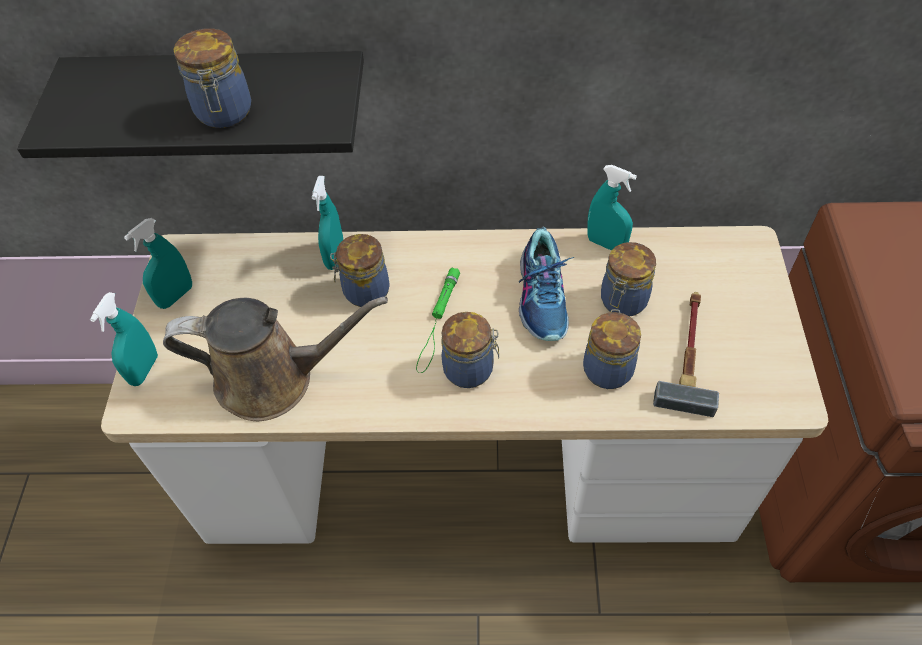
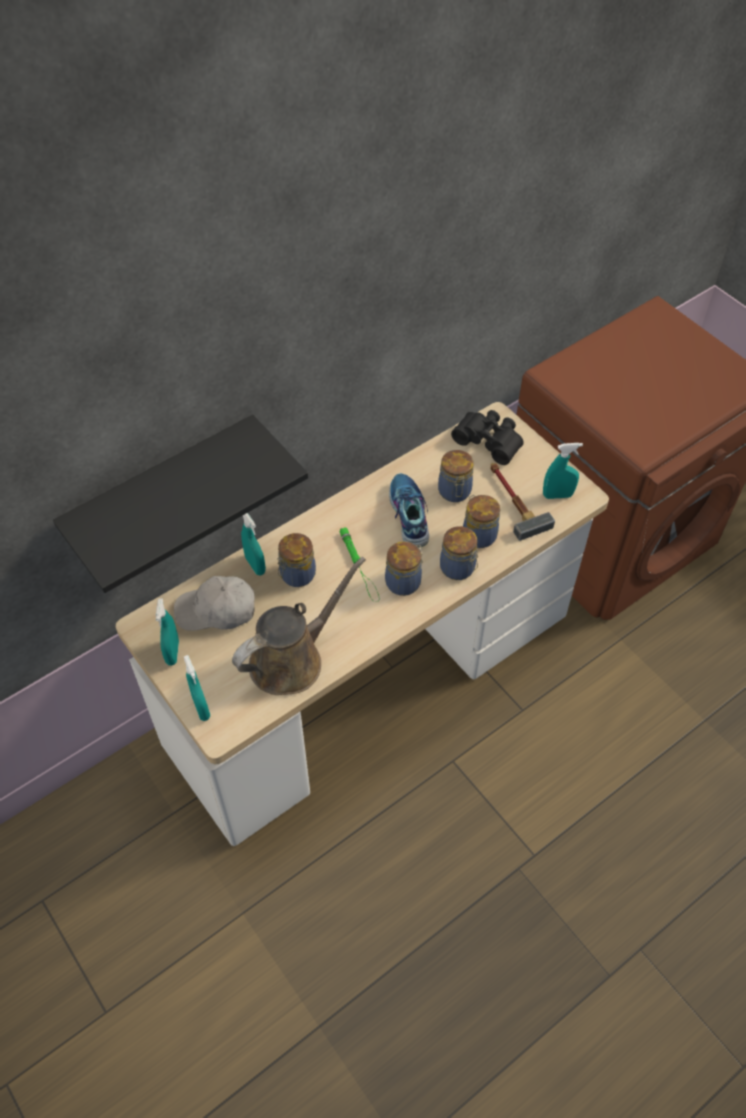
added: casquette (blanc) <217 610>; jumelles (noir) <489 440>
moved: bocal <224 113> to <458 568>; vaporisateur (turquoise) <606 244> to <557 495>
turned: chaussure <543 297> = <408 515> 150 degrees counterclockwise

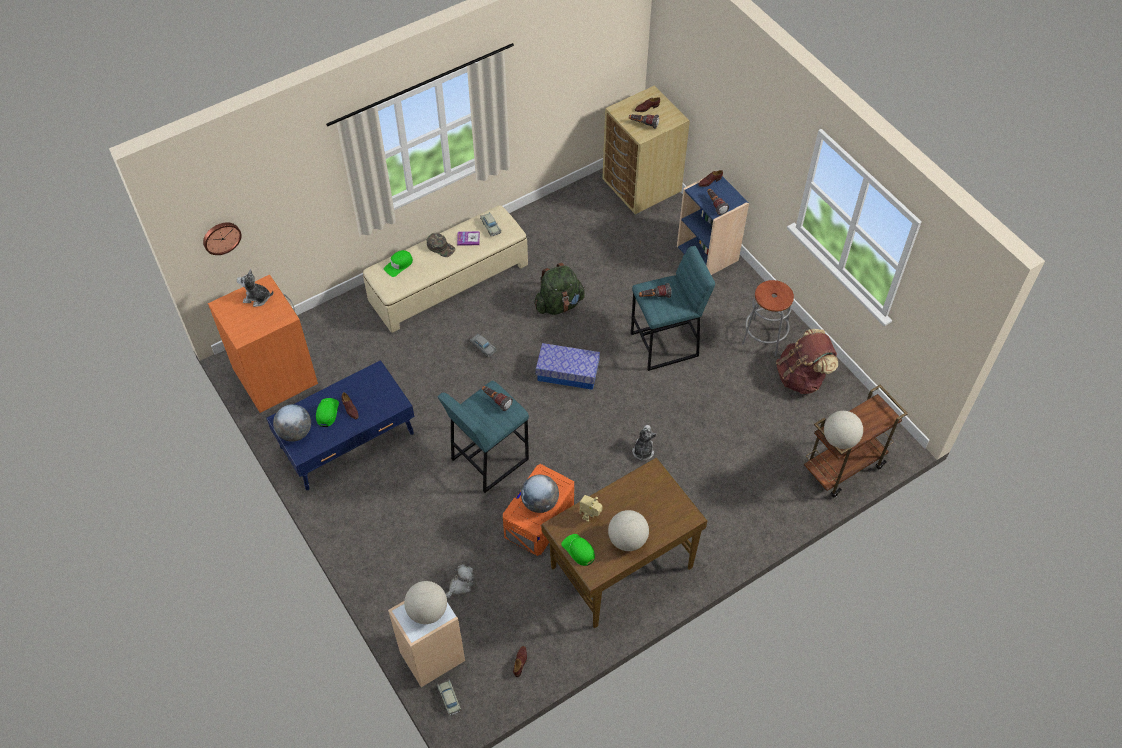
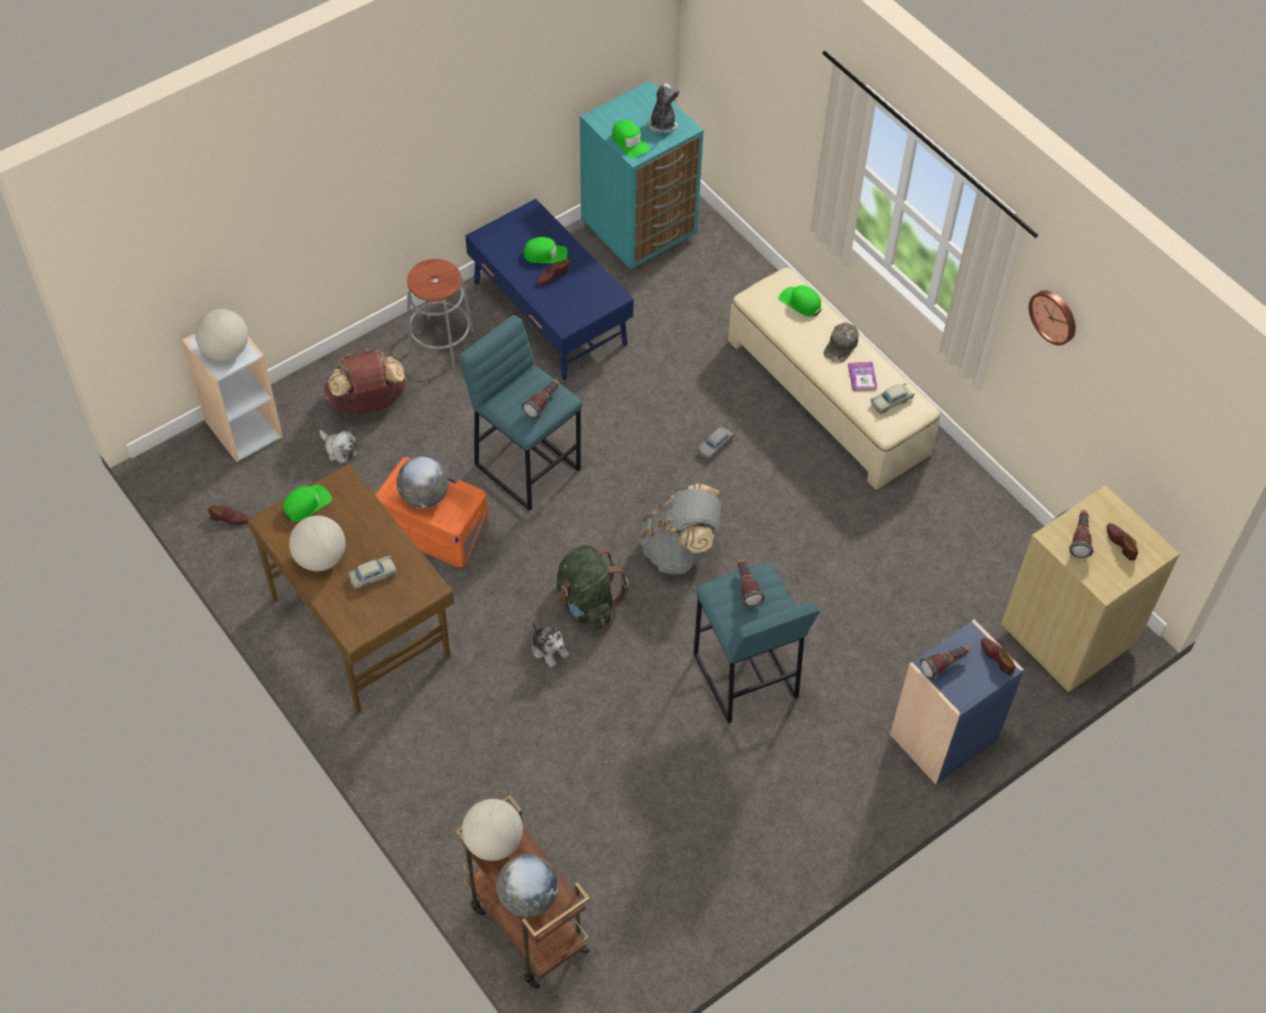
removed: robot jouet <590 516>
added: casquette (vert) <629 142>
moved: horloge murale <221 237> to <1054 316>; globe <295 432> to <528 897>; petite voiture (beige) <449 699> to <373 575>; sac à dos (vert) <559 304> to <587 604>; tabouret (gris) <764 336> to <441 341>; sac à dos (marron) <801 377> to <368 403>
replaced: boîte de rangement <567 372> to sac à dos (gris) <680 550>
recoloured: commode (orange) <277 379> to commode (turquoise) <639 232>
turned: peluche <643 451> = <549 649> 45 degrees clockwise

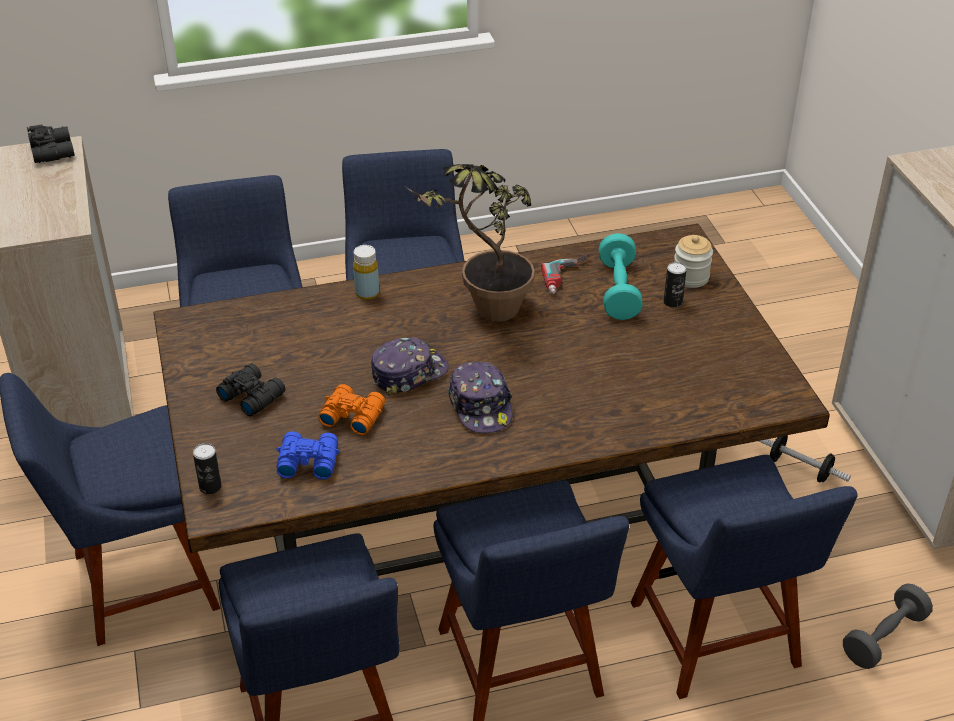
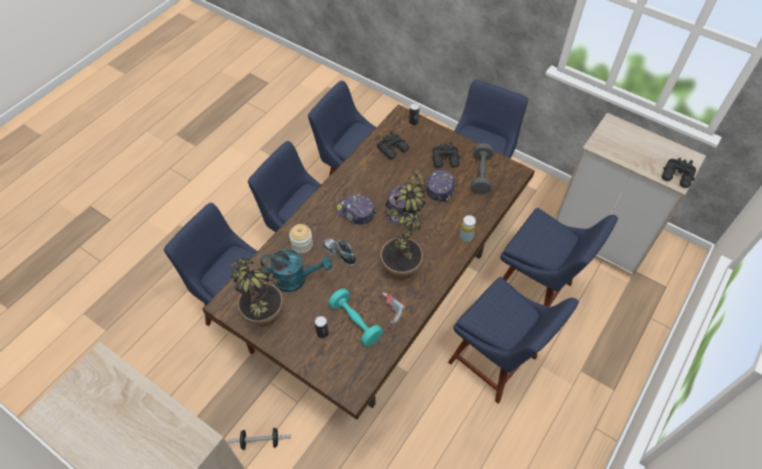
removed: jumelles (orange) <352 415>
added: plante en pot <266 323>; arrosoir (turquoise) <296 279>; chaussure <339 254>; casquette <440 187>
moved: bocal <690 277> to <302 245>; haltère (gris) <884 637> to <481 175>
recoloured: jumelles (bleu) <307 461> to jumelles (noir) <393 149>

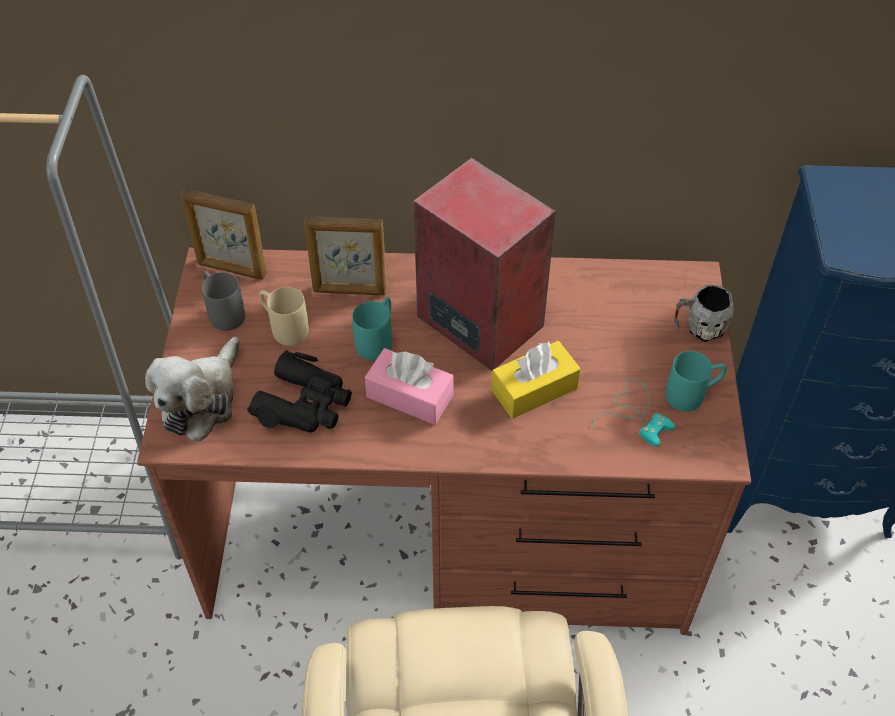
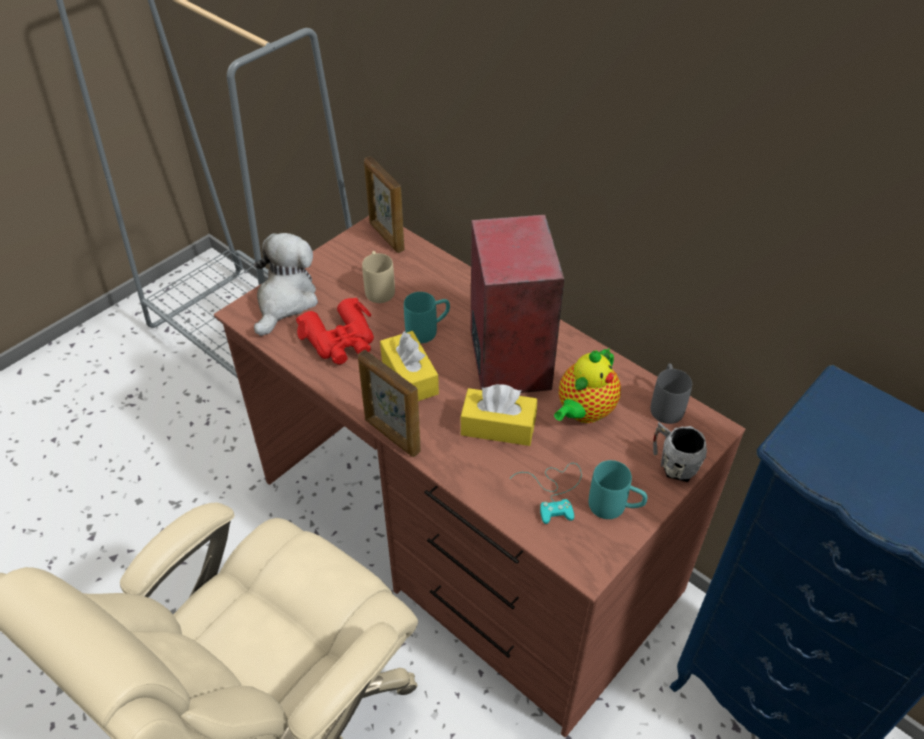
added: théière <584 412>
moved: mug (gris) <223 312> to <666 405>; cadre photo <349 291> to <391 436>
recoloured: jumelles (noir) <304 403> to jumelles (rouge) <340 340>; boîte à mouchoirs (rose) <410 396> to boîte à mouchoirs (jaune) <409 377>
turned: peluche <202 400> = <285 301> 135 degrees clockwise

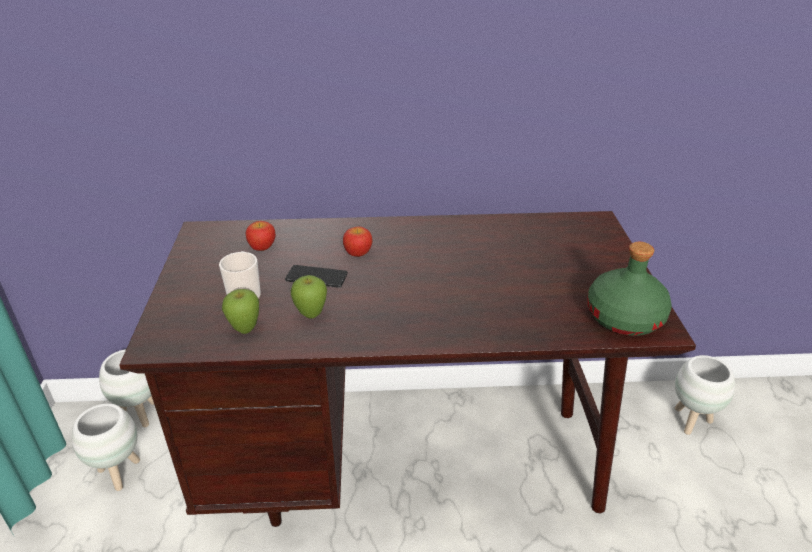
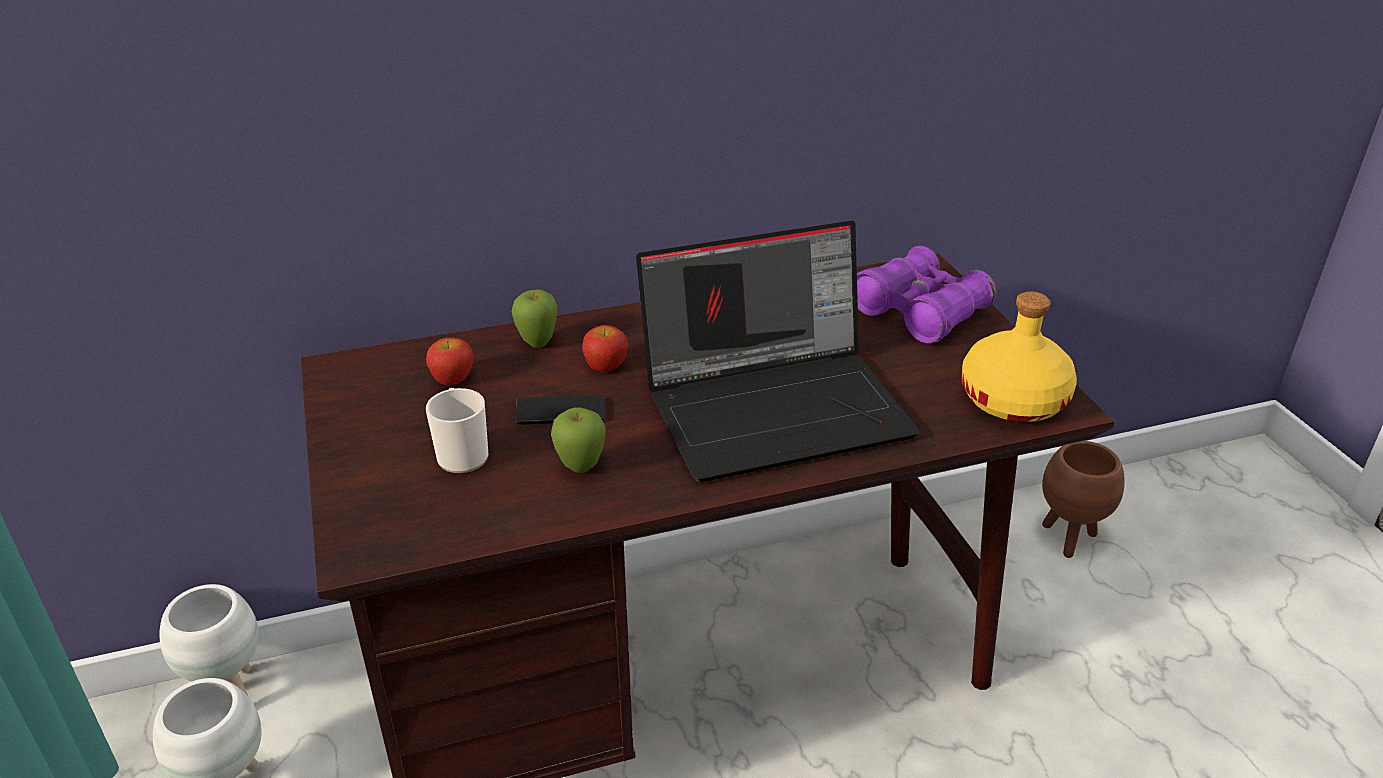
added: ordinateur portable <777 406>; jumelles (violet) <920 312>
moved: pomme <245 330> to <537 344>
recoloured: bouteille (vert) <625 318> to bouteille (jaune) <1014 399>; cache-pot (blanc) <691 422> to cache-pot (marron) <1069 539>

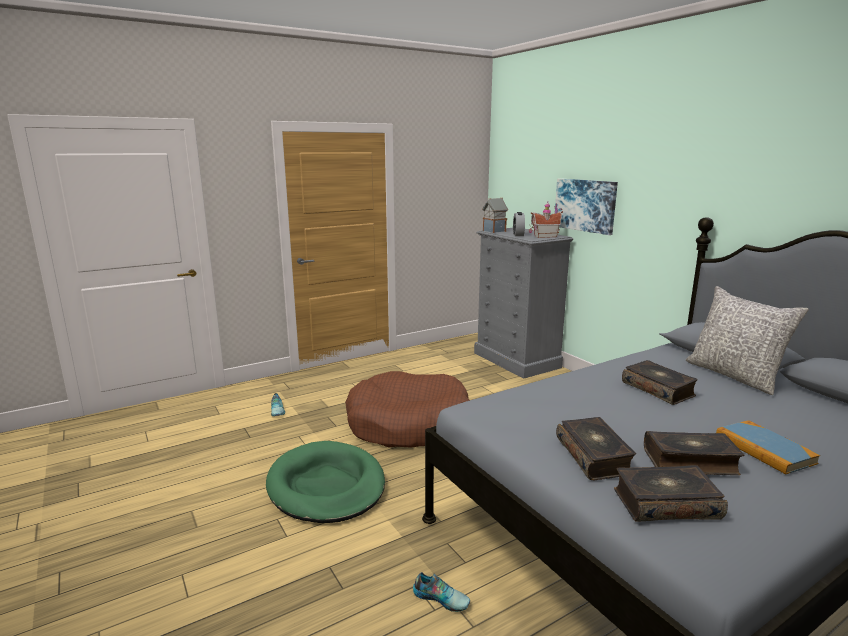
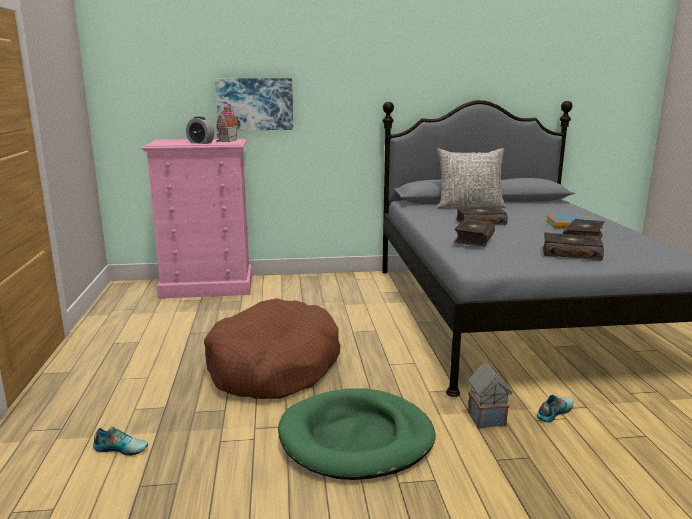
moved: maison miniature <494 231> to <487 420>; livre <665 503> to <473 239>
recoloured: commode (gris) <517 360> to commode (rose) <208 286>

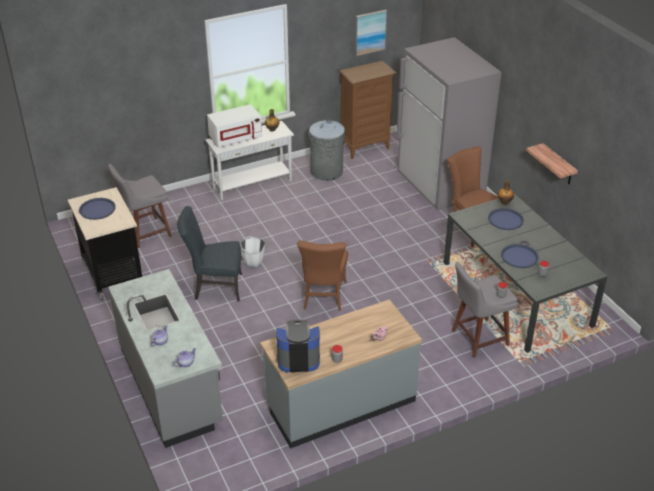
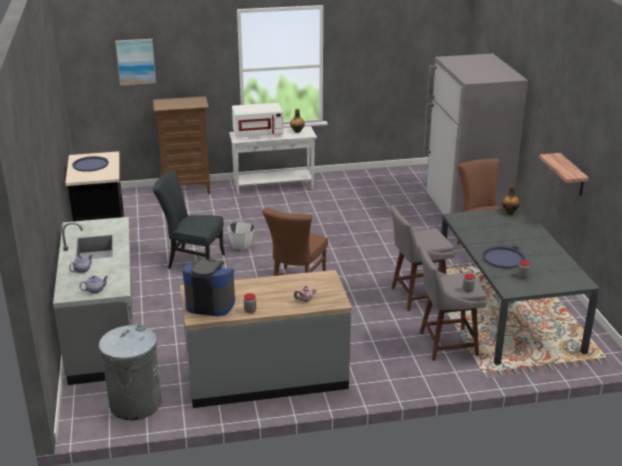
removed: plateau (bleu) <505 220>
moved: tabouret (gris) <144 233> to <416 295>; poubelle (gris) <326 171> to <135 404>; commode (marron) <366 148> to <187 190>; tableau <370 32> to <136 61>

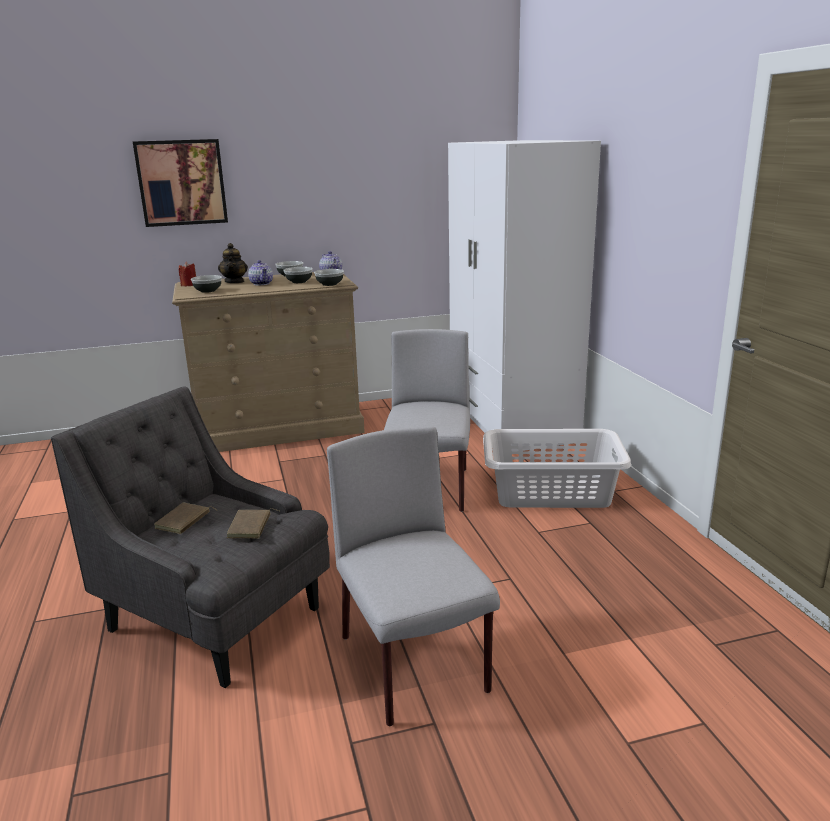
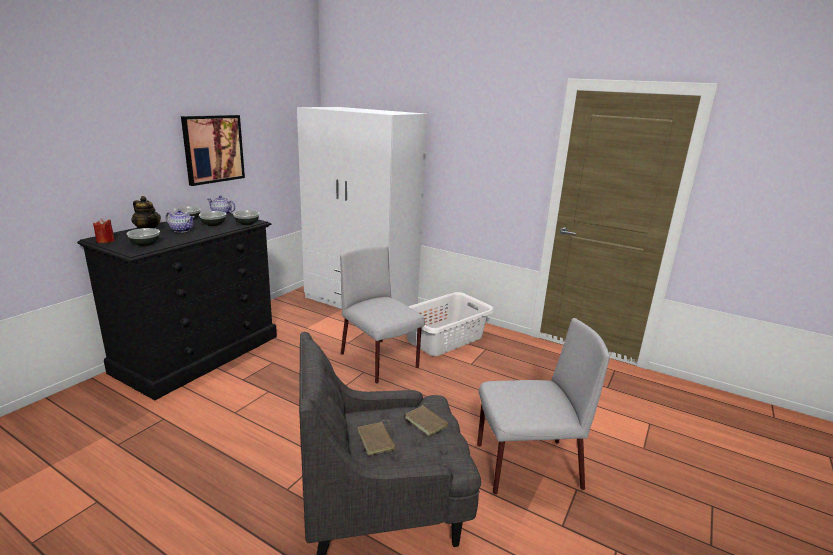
moved: tableau <182 183> to <213 149>
recoloured: commode (beige) <279 428> to commode (noir) <199 353>
turned: chaise (gris) <414 665> = <526 466> 150 degrees clockwise

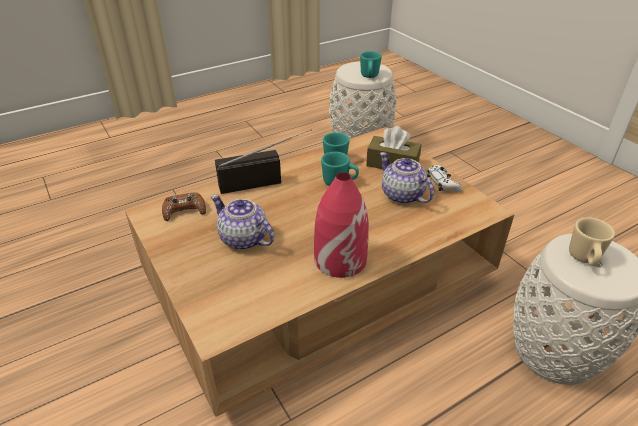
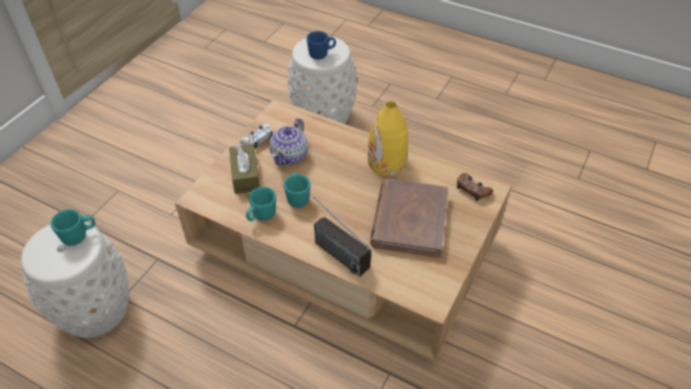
moved: manette (marron) <184 211> to <472 189>
replaced: théière <244 239> to livre (marron) <409 220>
recoloured: vase (rouge) <339 259> to vase (jaune) <386 162>; mug (beige) <584 259> to mug (bleu) <322 54>

